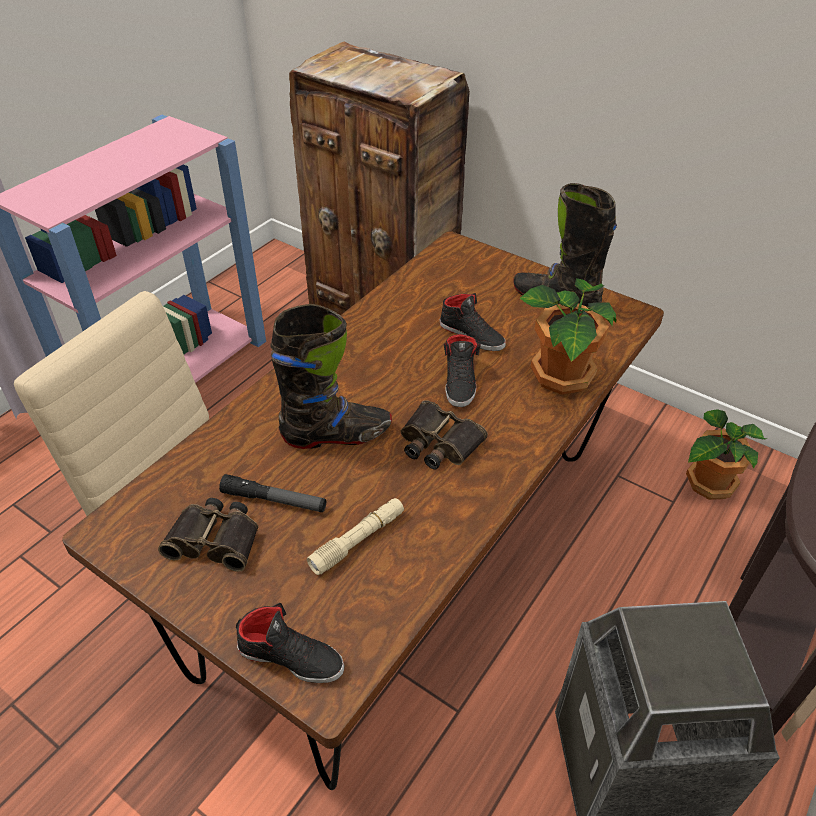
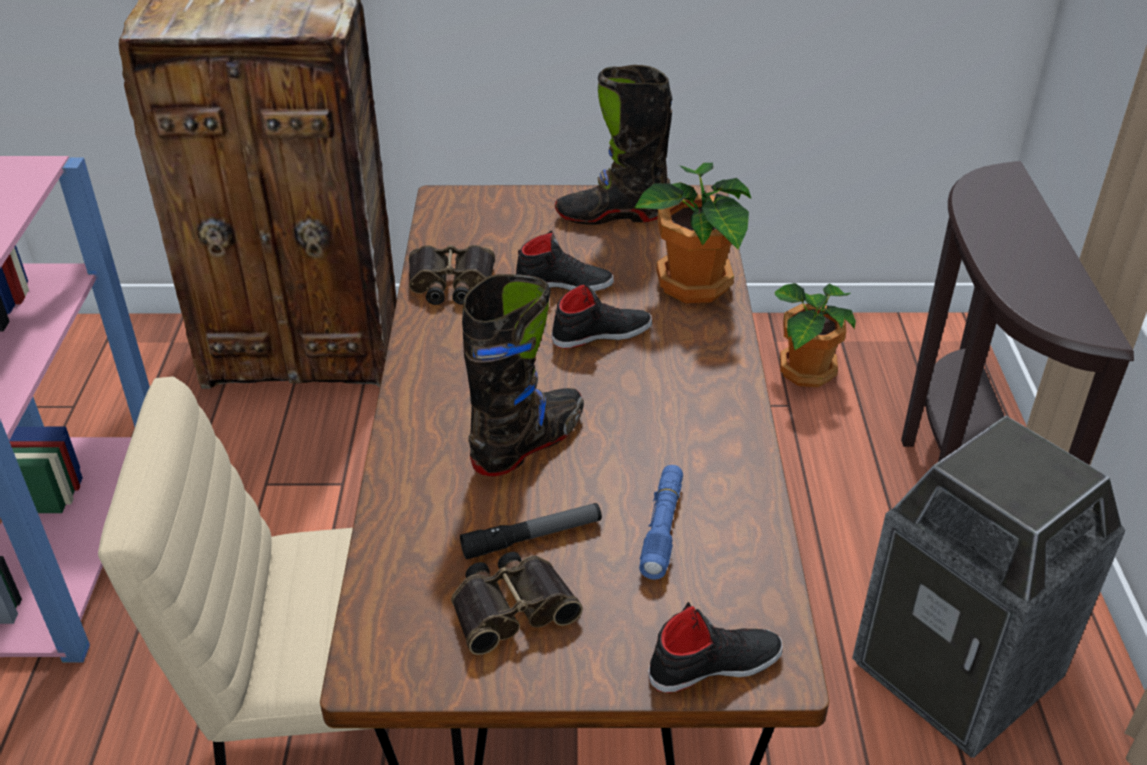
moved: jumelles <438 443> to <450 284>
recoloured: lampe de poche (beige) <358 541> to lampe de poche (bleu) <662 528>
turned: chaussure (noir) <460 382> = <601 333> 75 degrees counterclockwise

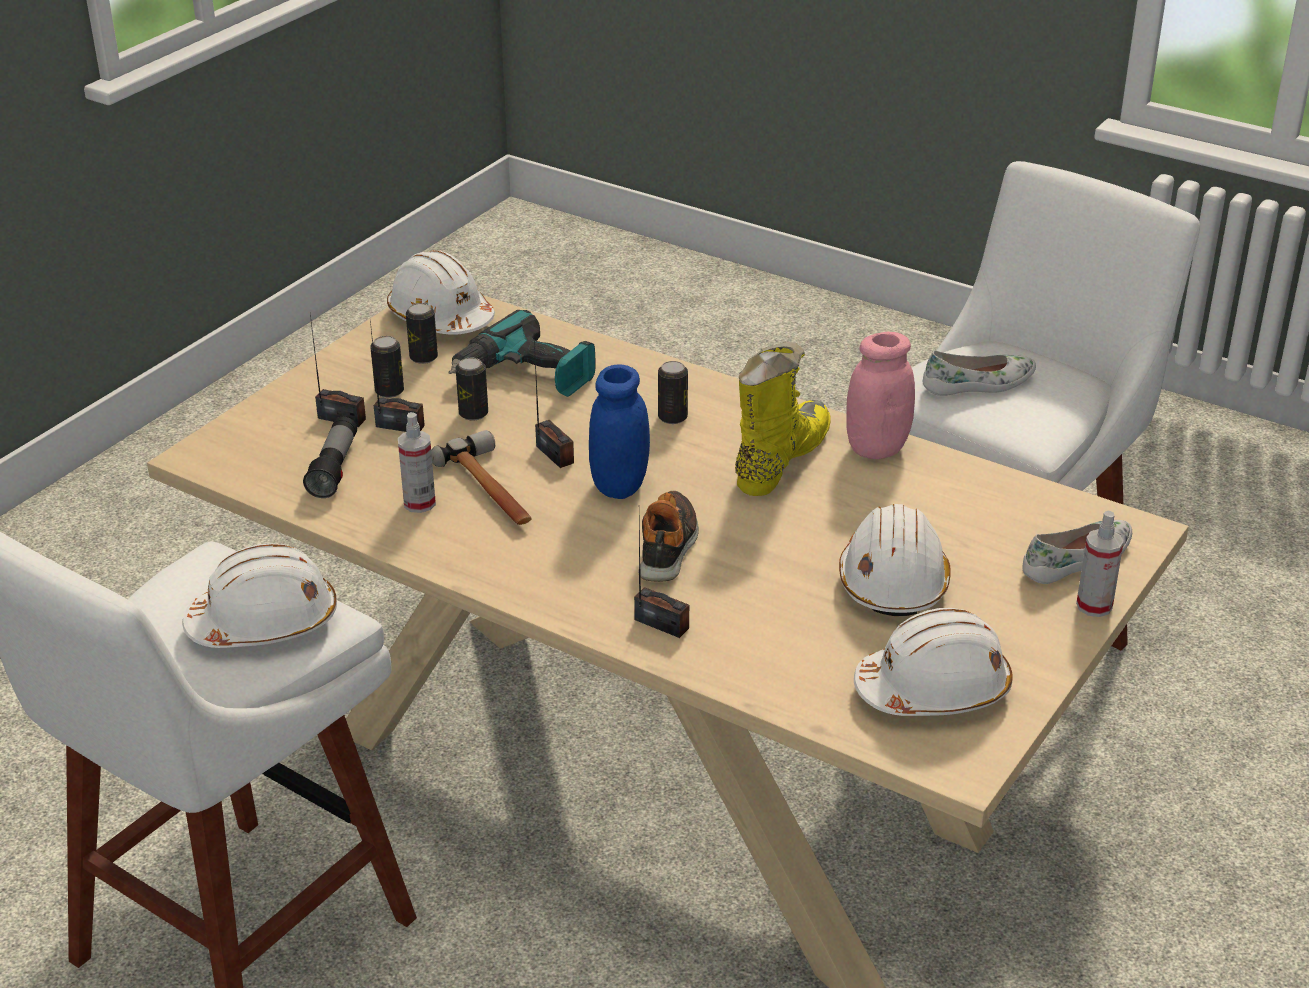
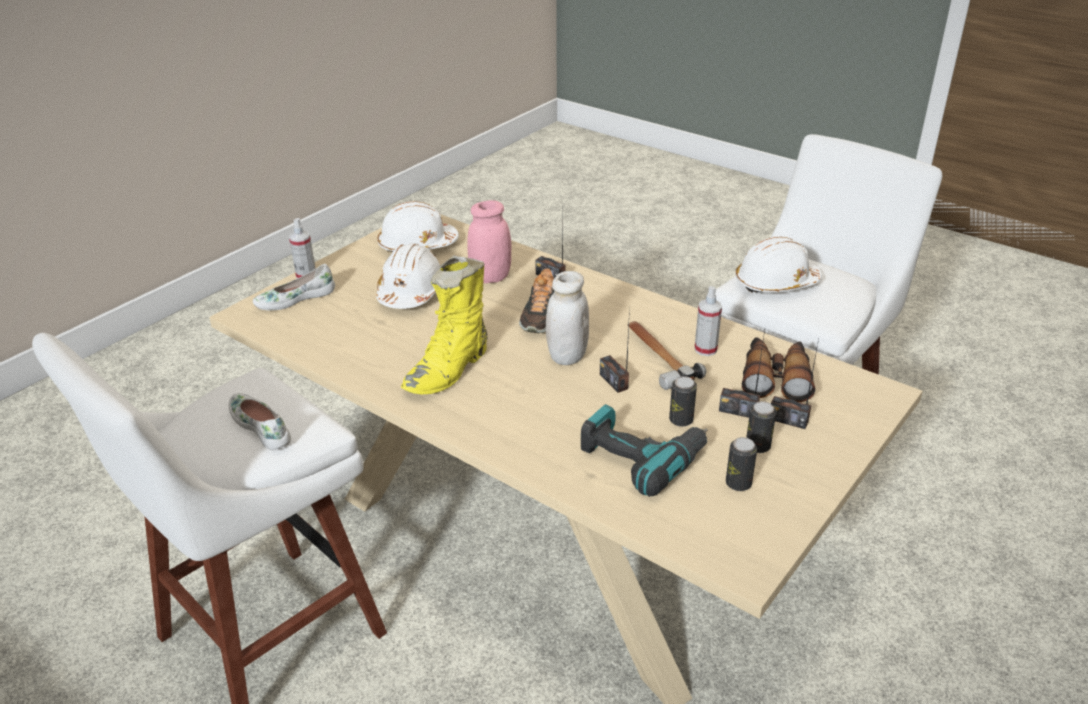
removed: casque de chantier (blanc) <440 317>; boîte métallique <672 417>
moved: bocal (rose) <876 448> to <491 277>
replaced: lampe de poche <334 469> to jumelles <775 377>
recoloured: bocal (bleu) <620 485> to bocal (blanc) <567 356>
turned: chaussure (blanc) <979 384> = <261 426> 60 degrees clockwise

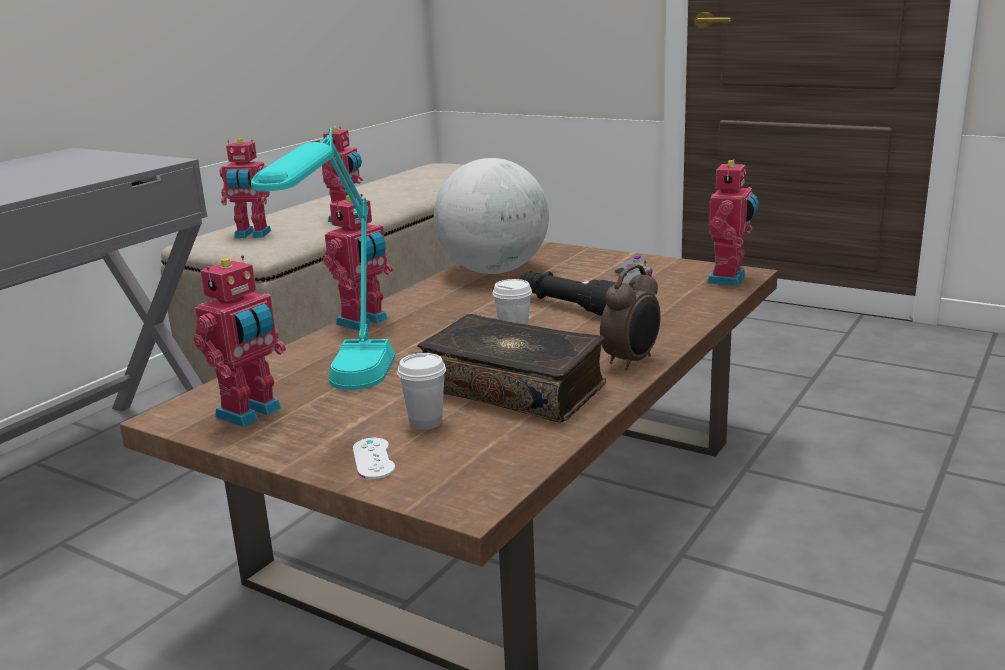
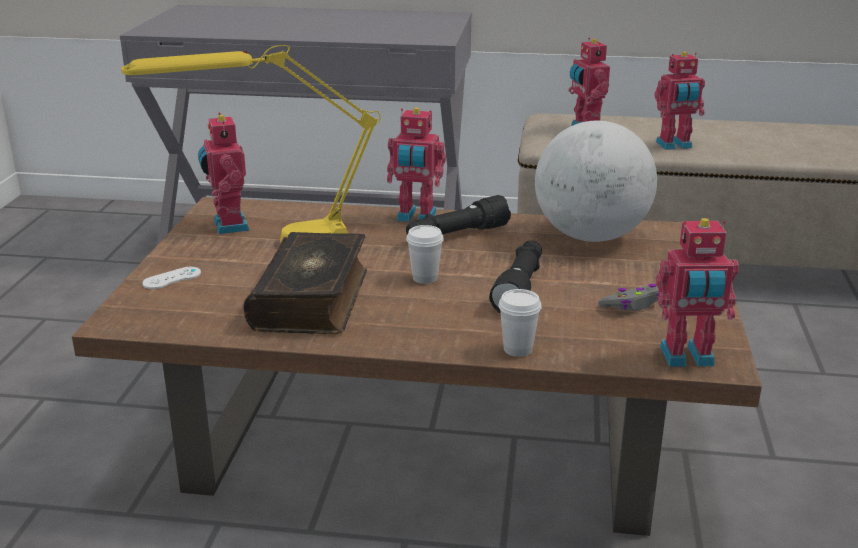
removed: réveil <632 361>
added: lampe de poche (noir) <456 235>
moved: tasse (blanc) <425 422> to <517 349>
recoloured: lampe de table (turquoise) <347 396> to lampe de table (jaune) <269 246>
turned: robot jouet <251 413> = <228 226> 60 degrees clockwise

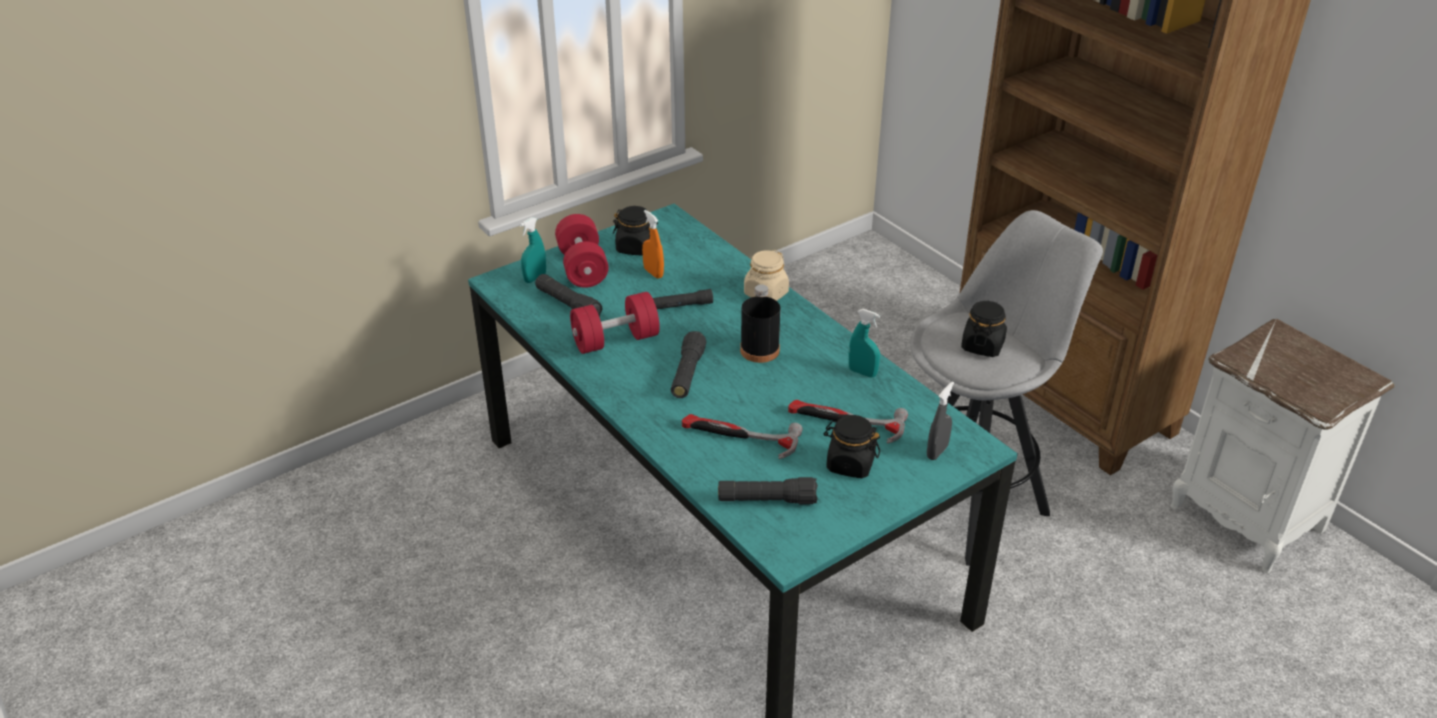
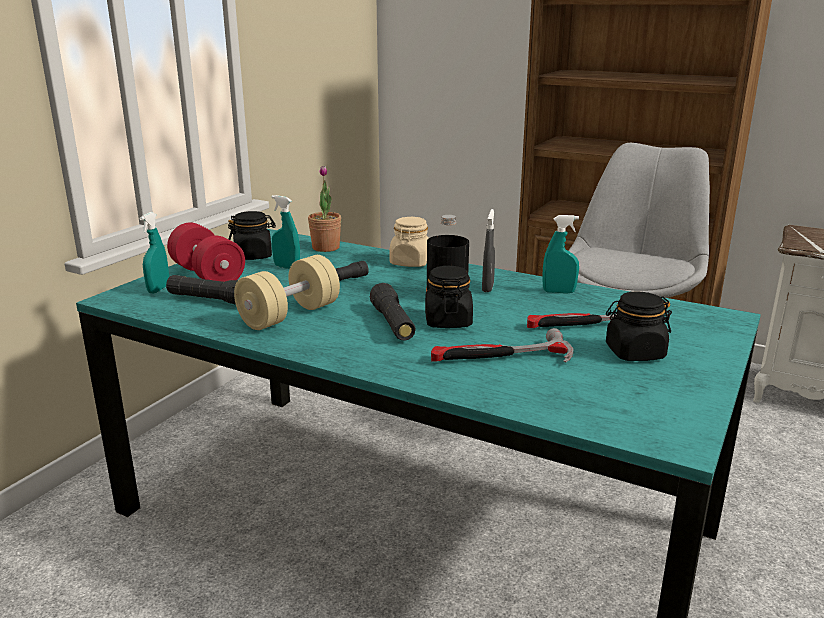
removed: lampe de poche (noir) <767 500>
added: plante en pot <326 248>
moved: vaporisateur (gris) <937 452> to <487 288>; bocal (noir) <982 346> to <448 321>
recoloured: haltère (rouge) <615 340> to haltère (beige) <289 315>; vaporisateur (orange) <653 273> to vaporisateur (turquoise) <287 267>

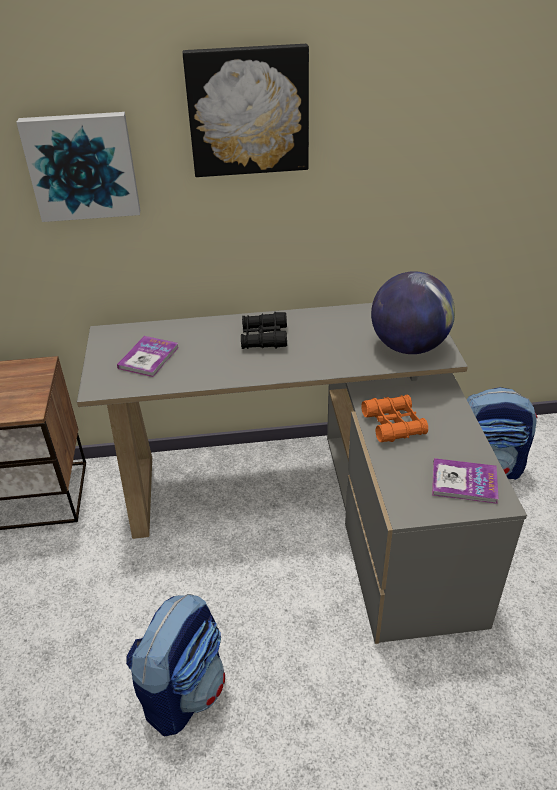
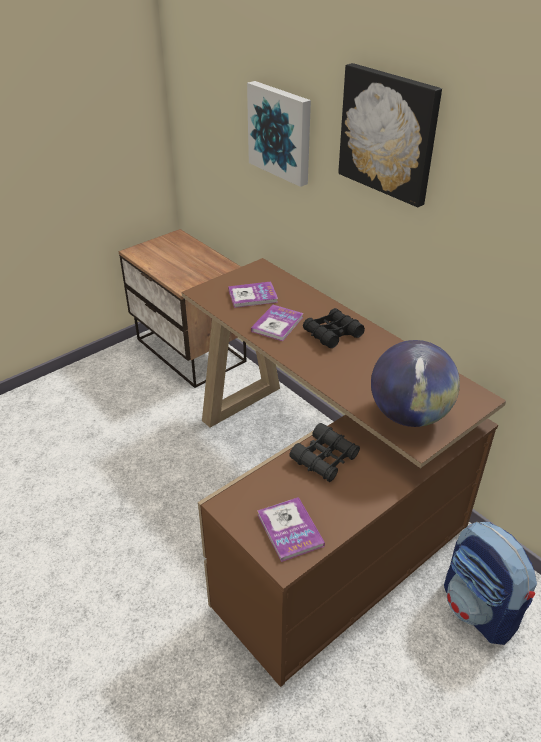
removed: sac à dos <184 689>
added: livre <277 324>
recoloured: bureau (gris) <311 505> to bureau (marron) <314 500>; jumelles (orange) <393 424> to jumelles (noir) <325 458>

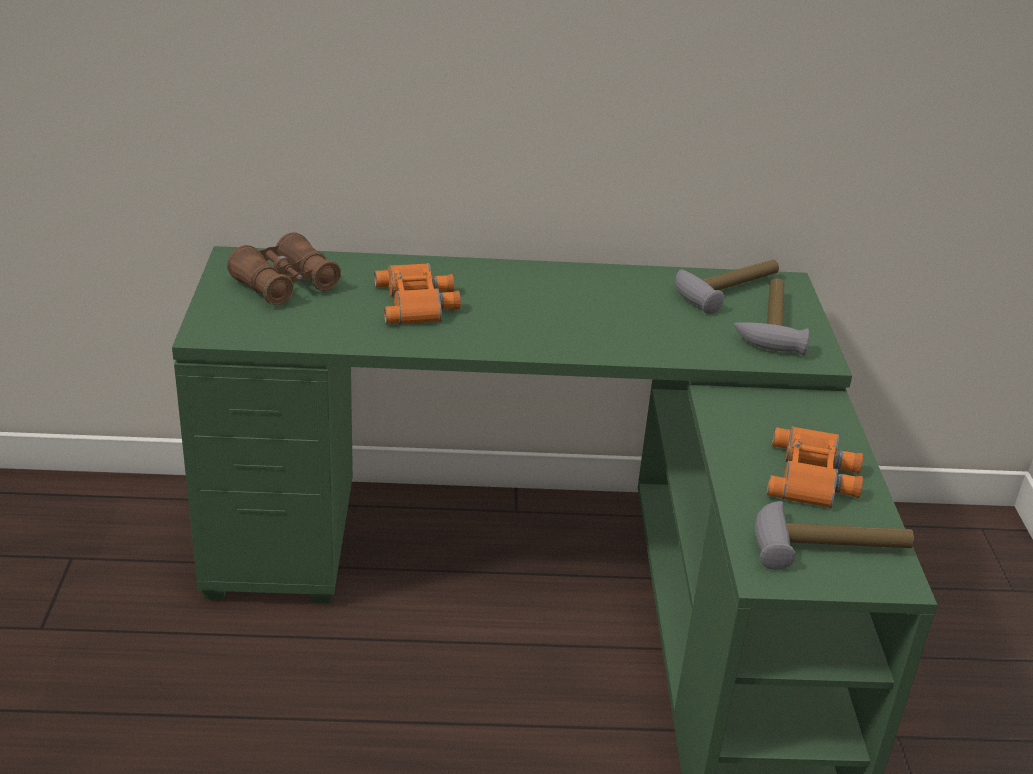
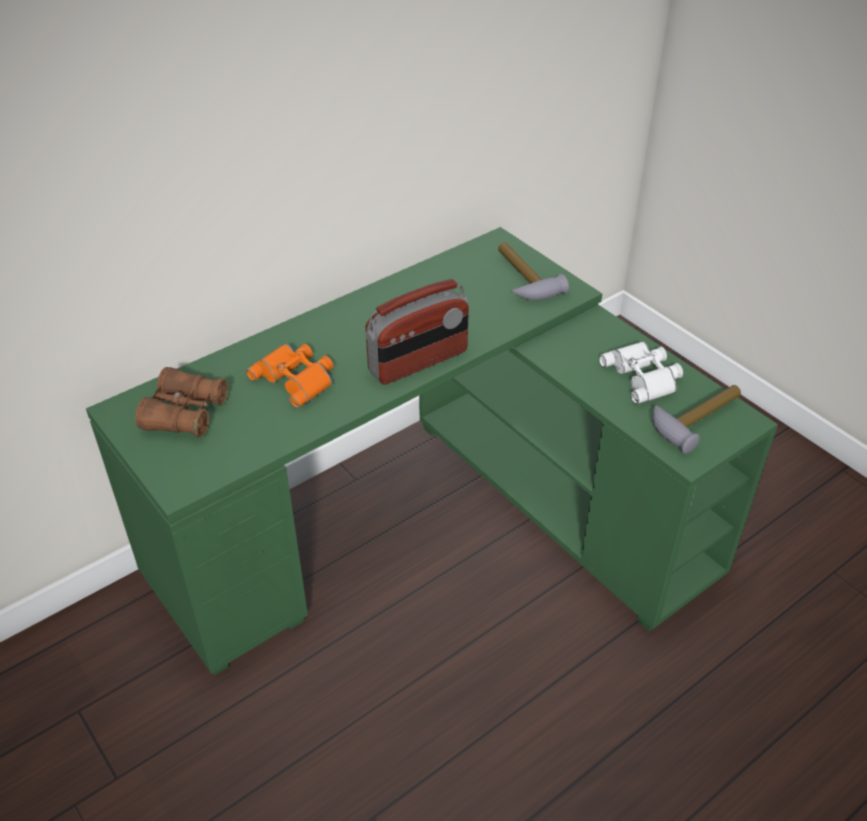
removed: marteau <725 288>
added: radio <418 362>
recoloured: jumelles (orange) <814 477> to jumelles (blanc) <644 376>

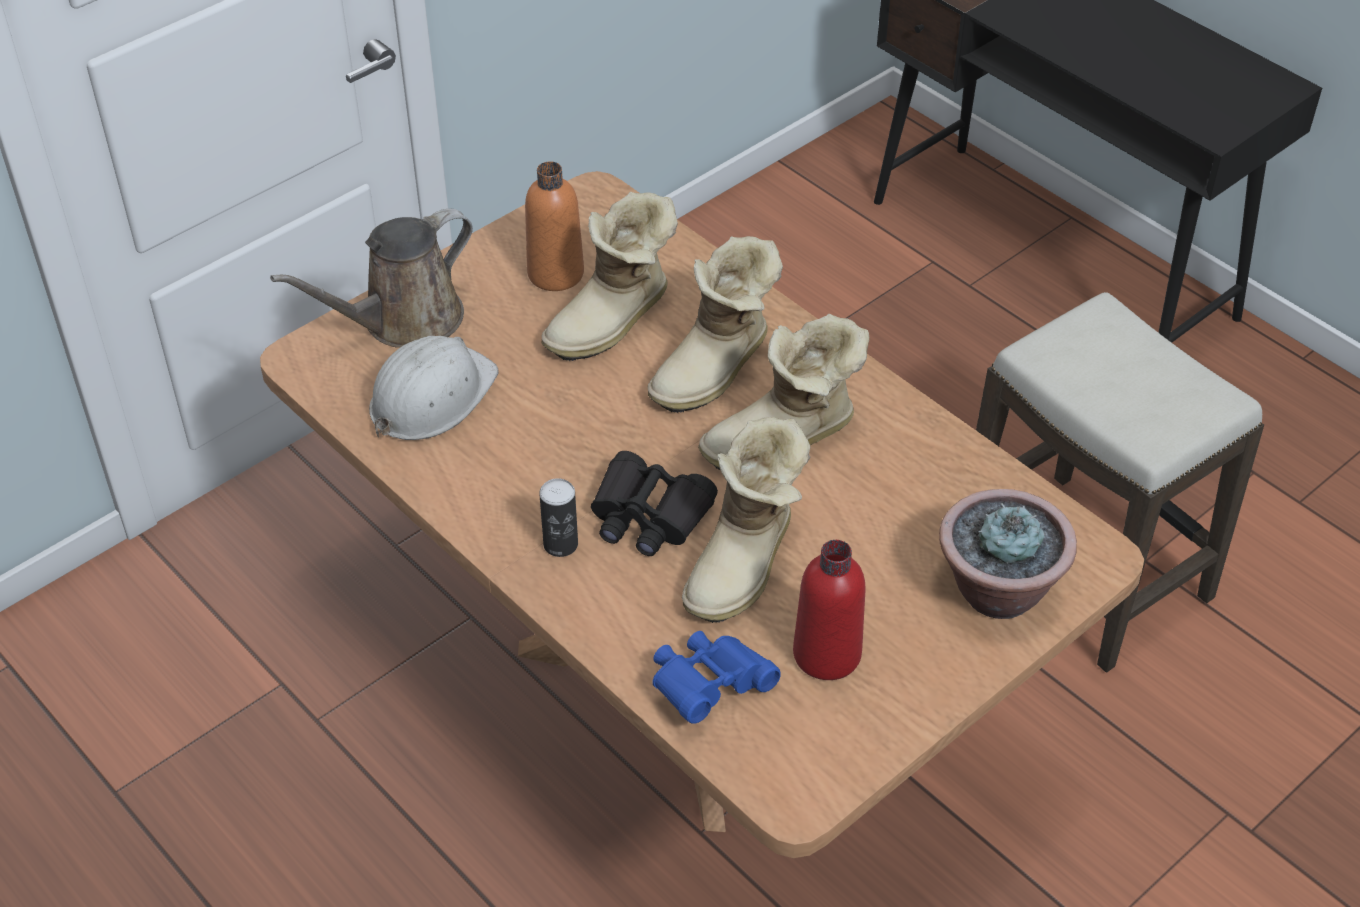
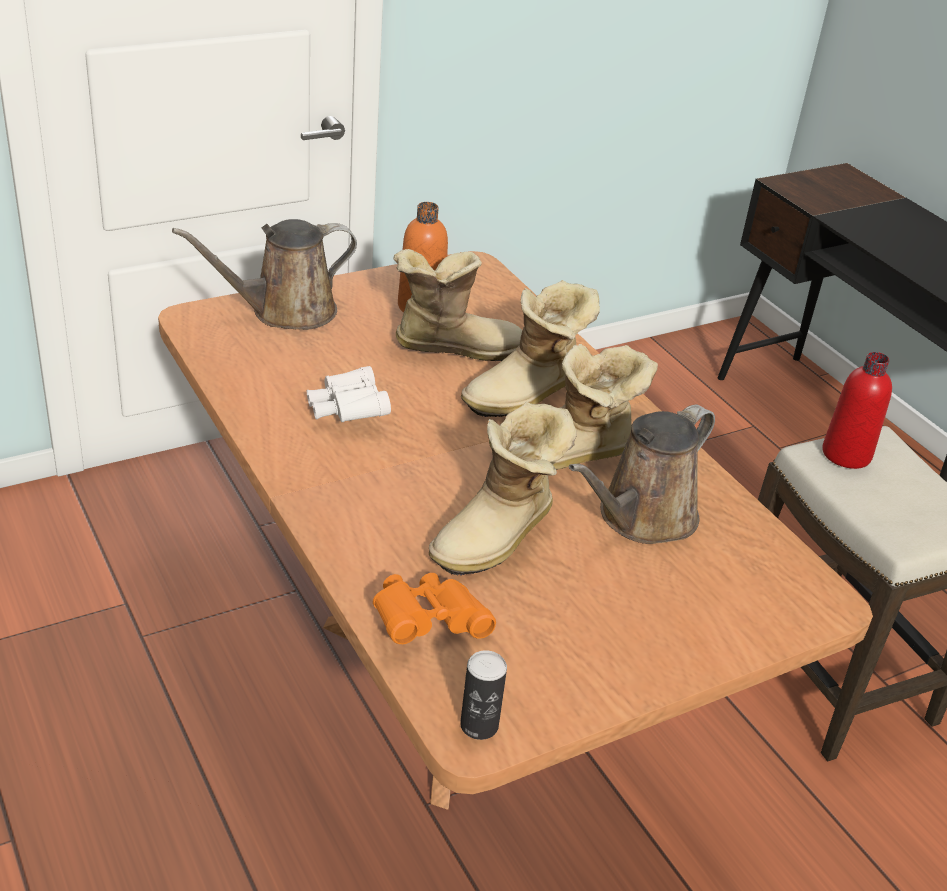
removed: casque de chantier (blanc) <431 396>; jumelles (noir) <648 516>; plante en pot <997 591>
added: jumelles (blanc) <347 412>; arrosoir (marron) <641 518>
moved: boîte métallique <560 544> to <479 725>; bouteille (rouge) <827 654> to <846 454>
recoloured: jumelles (bleu) <709 687> to jumelles (orange) <428 624>
turned: botte <614 321> = <455 346> 150 degrees counterclockwise

